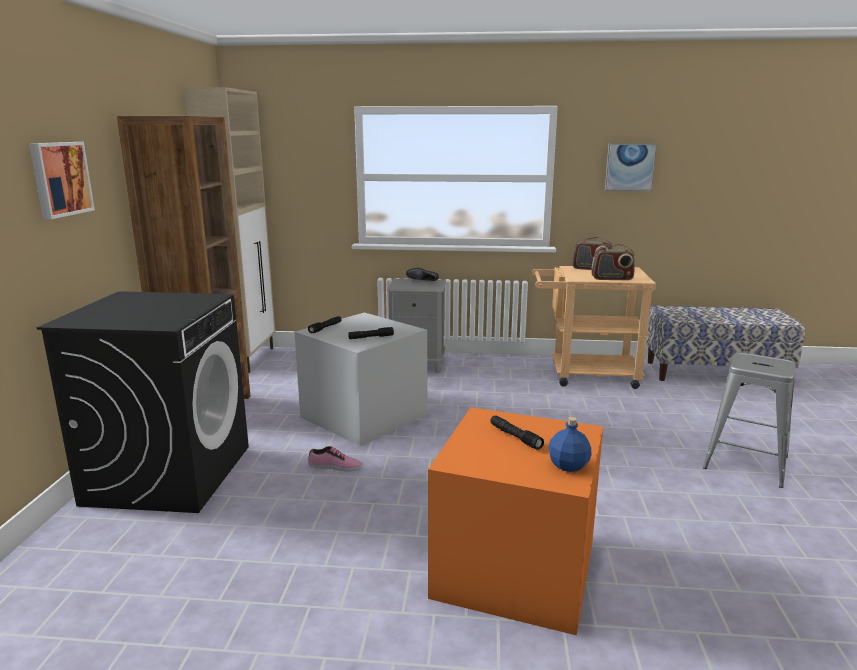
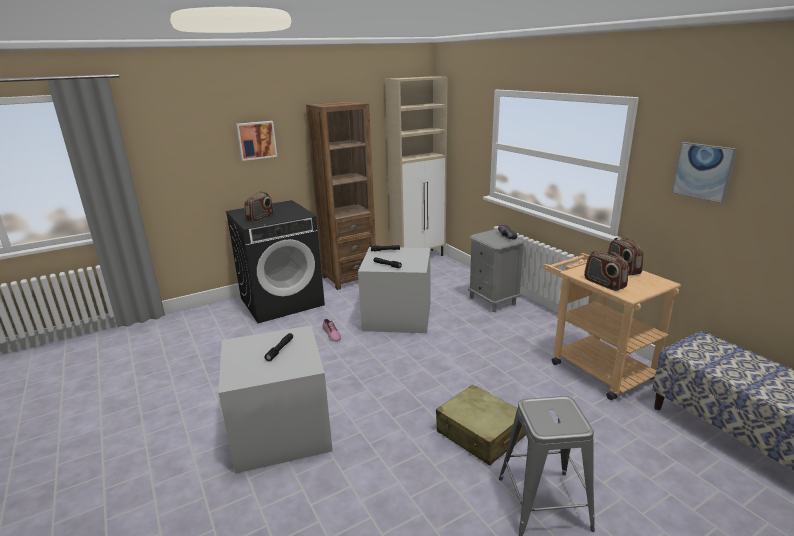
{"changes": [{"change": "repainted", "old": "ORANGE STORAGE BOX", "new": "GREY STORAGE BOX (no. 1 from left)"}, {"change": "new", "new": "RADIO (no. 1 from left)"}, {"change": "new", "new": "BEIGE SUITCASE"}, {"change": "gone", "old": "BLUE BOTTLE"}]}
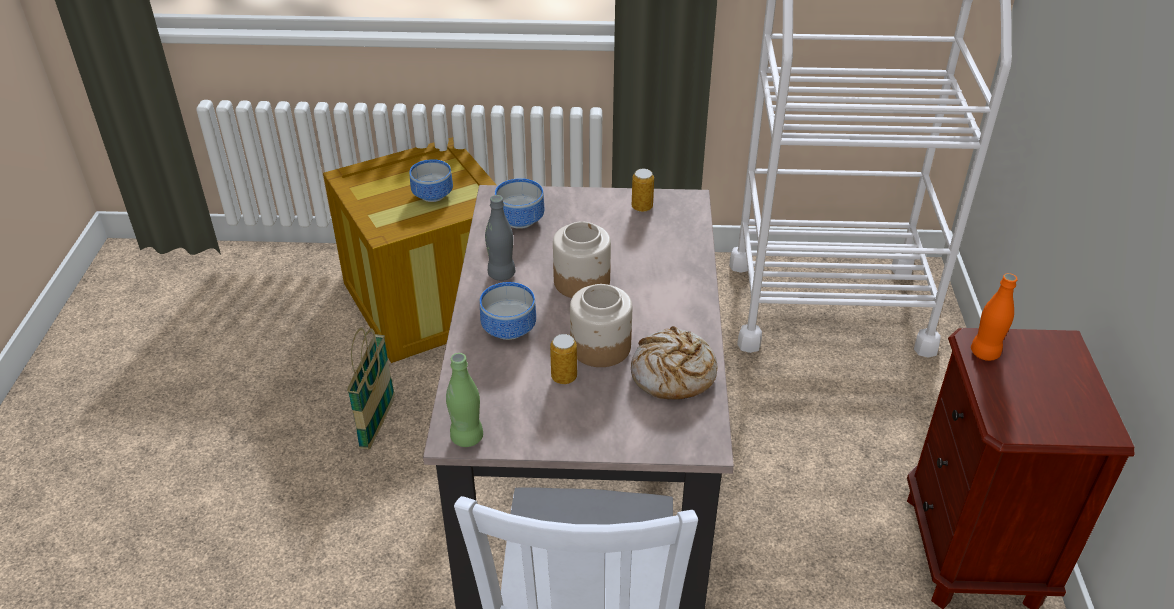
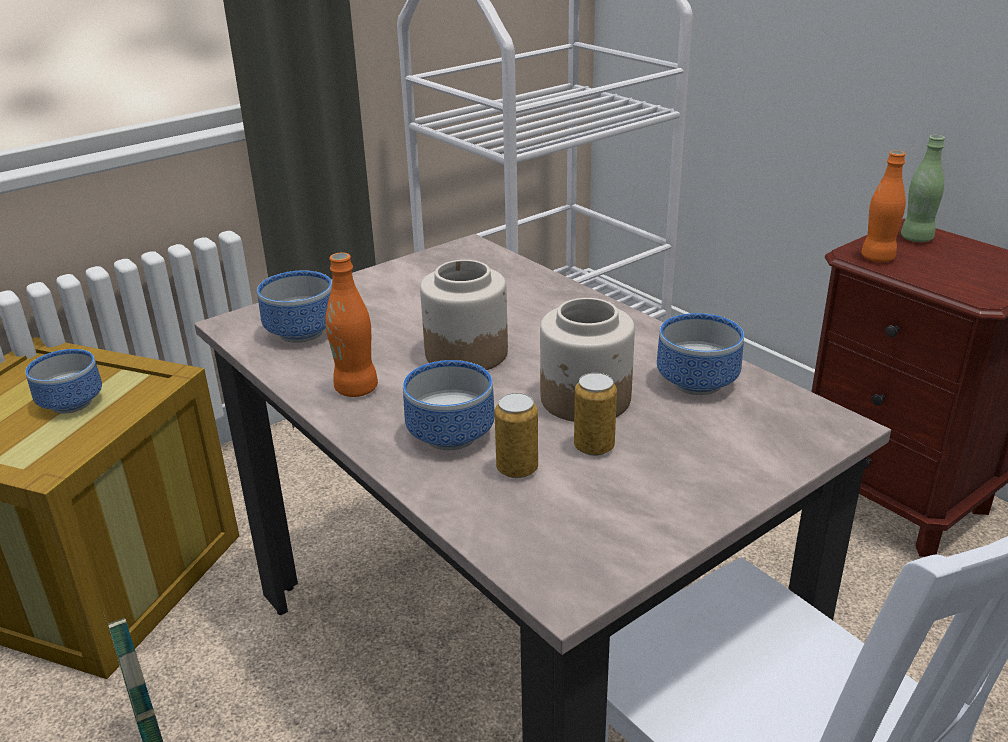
{"changes": [{"change": "repainted", "old": "GREY BOTTLE", "new": "ORANGE BOTTLE (no. 1 from left)"}, {"change": "shifted", "old": "CAN (no. 2 from left in the first image)", "new": "CAN (no. 1 from left)"}, {"change": "swapped", "old": "BREAD", "new": "BOWL (no. 4 from left)"}, {"change": "shifted", "old": "GREEN BOTTLE"}]}
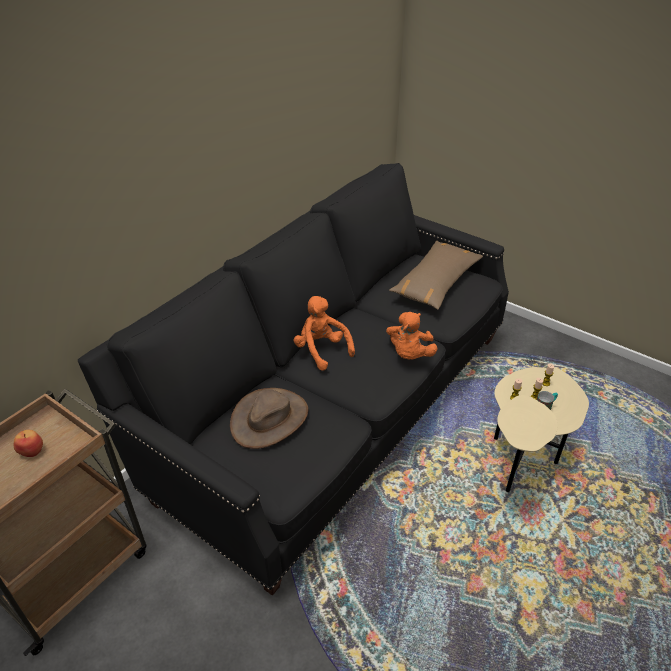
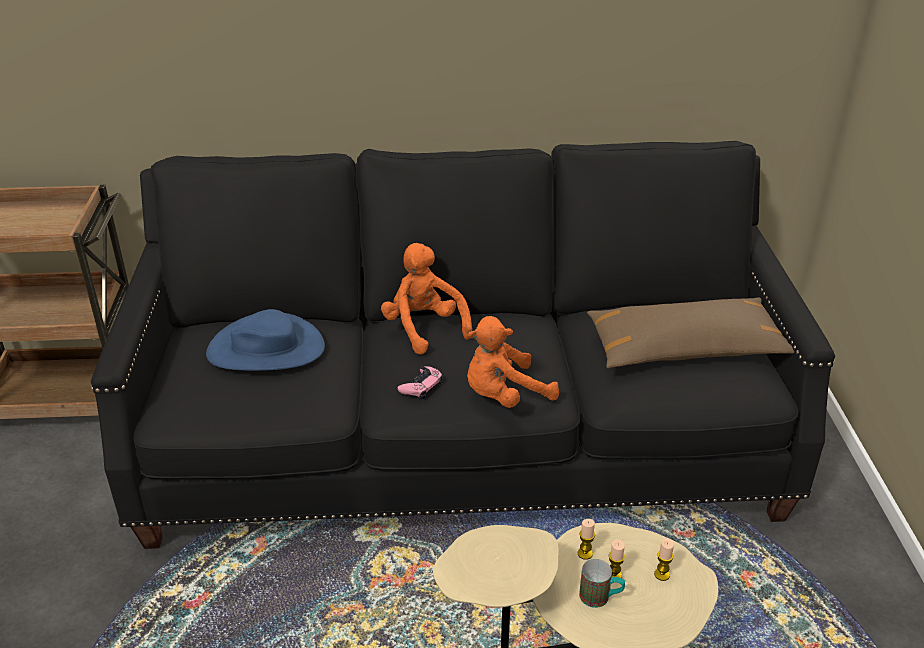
{"changes": [{"change": "repainted", "old": "BROWN HAT", "new": "BLUE HAT"}, {"change": "rotated", "old": "ORANGE PLUSH TOY (no. 1 from left)", "degrees": -45}, {"change": "new", "new": "PINK GAME CONTROLLER"}, {"change": "gone", "old": "APPLE"}]}
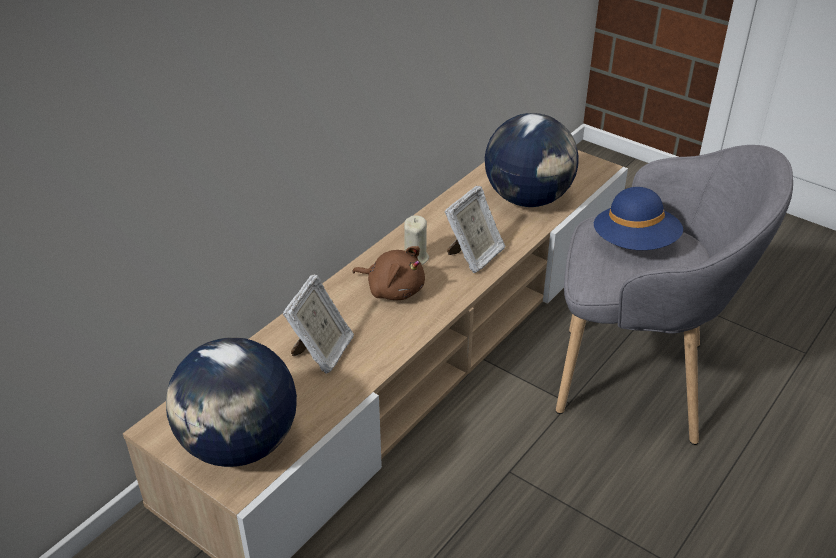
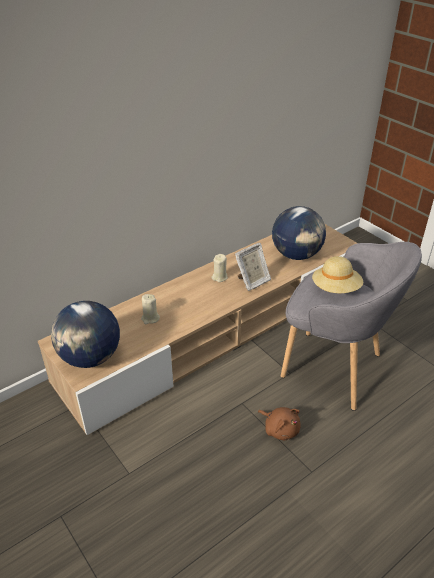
{"changes": [{"change": "swapped", "old": "PICTURE FRAME (no. 1 from left)", "new": "BEIGE CANDLE (no. 1 from left)"}, {"change": "shifted", "old": "BROWN PLUSH TOY"}, {"change": "repainted", "old": "BLUE HAT", "new": "BEIGE HAT"}]}
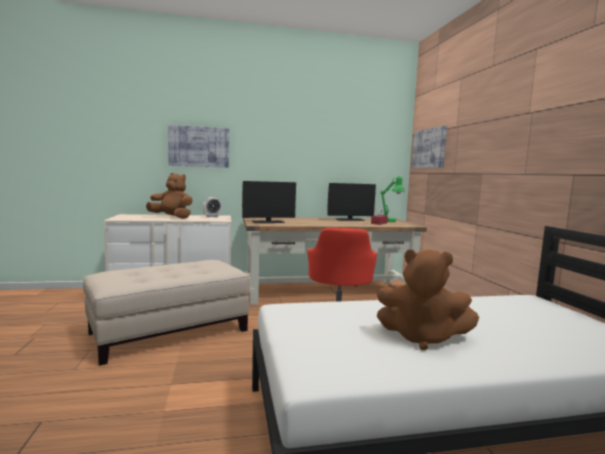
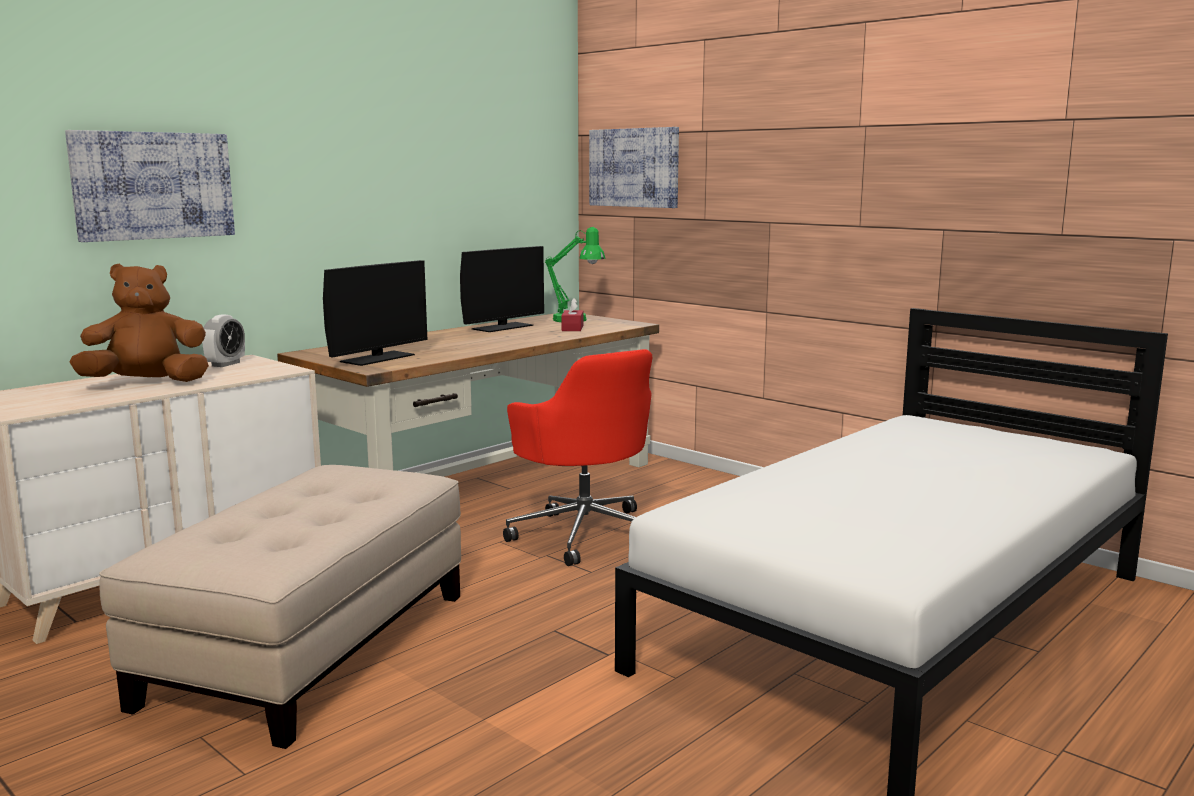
{"changes": [{"change": "gone", "old": "BROWN PLUSH TOY (no. 2 from left)"}]}
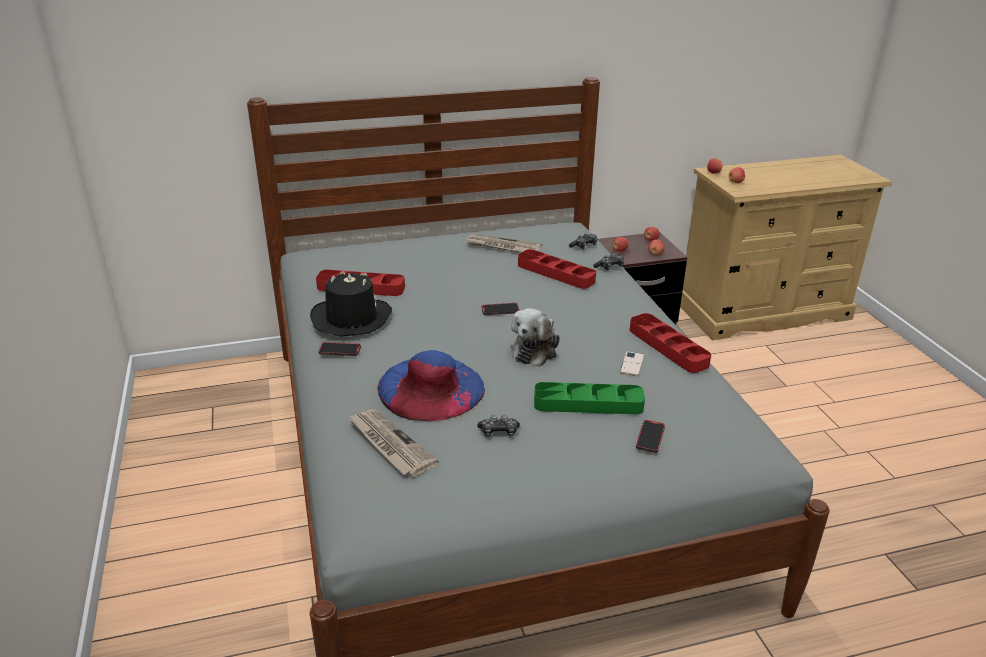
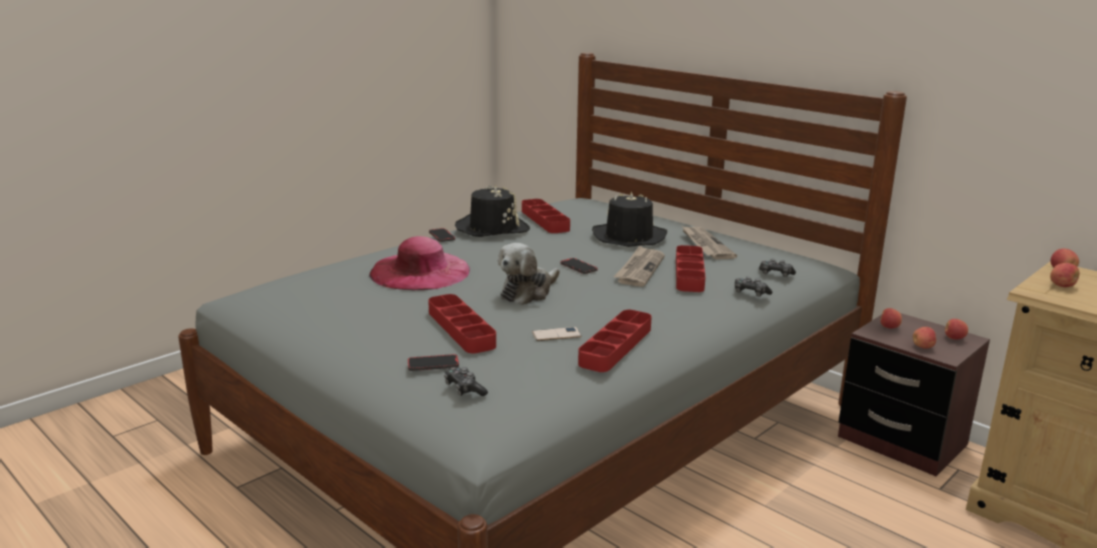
{"changes": [{"change": "repainted", "old": "BLUE HAT", "new": "PINK HAT"}, {"change": "repainted", "old": "GREEN TRAY", "new": "RED TRAY (no. 1 from left)"}, {"change": "shifted", "old": "GAME CONTROLLER (no. 1 from left)"}, {"change": "rotated", "old": "PLUSH TOY", "degrees": -45}, {"change": "new", "new": "BLACK HAT (no. 2 from left)"}, {"change": "shifted", "old": "NEWSPAPER (no. 1 from left)"}]}
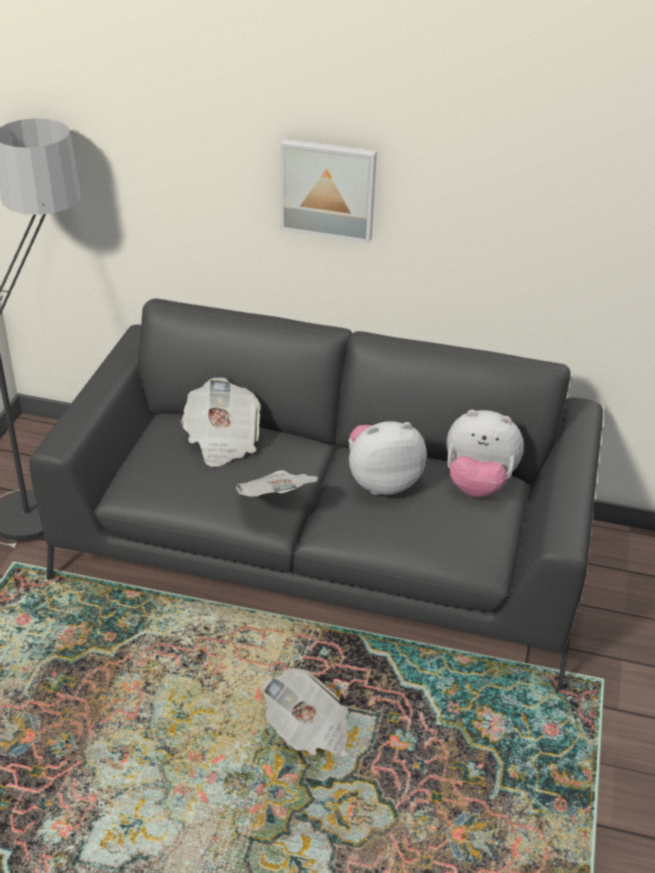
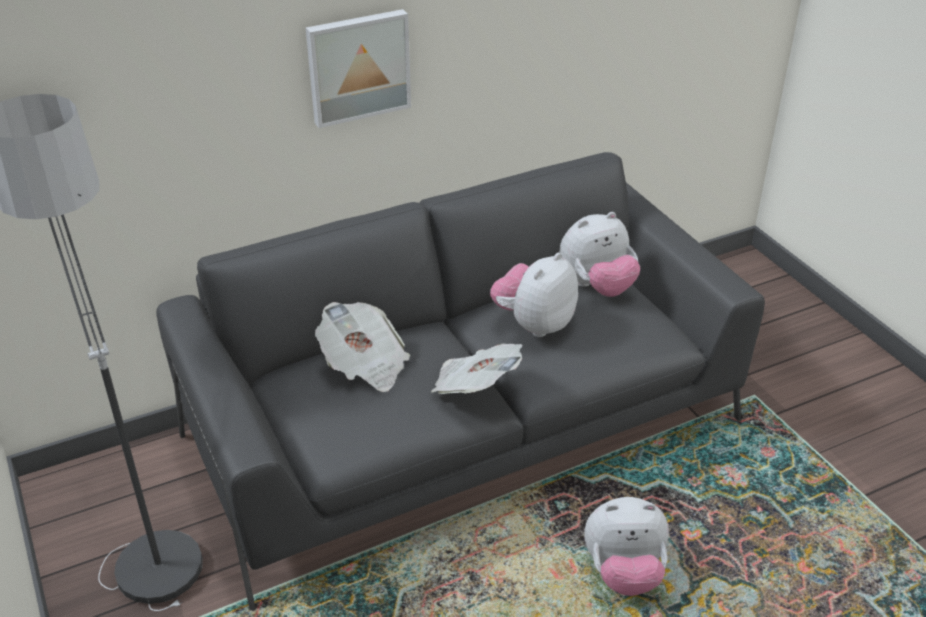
{"changes": [{"change": "swapped", "old": "NEWSPAPER (no. 3 from left)", "new": "PLUSH TOY (no. 3 from left)"}]}
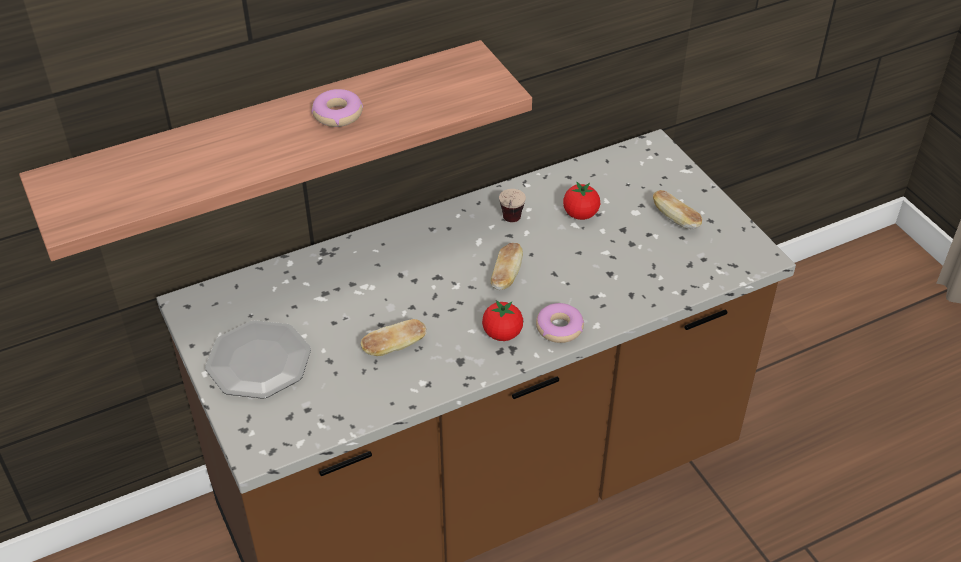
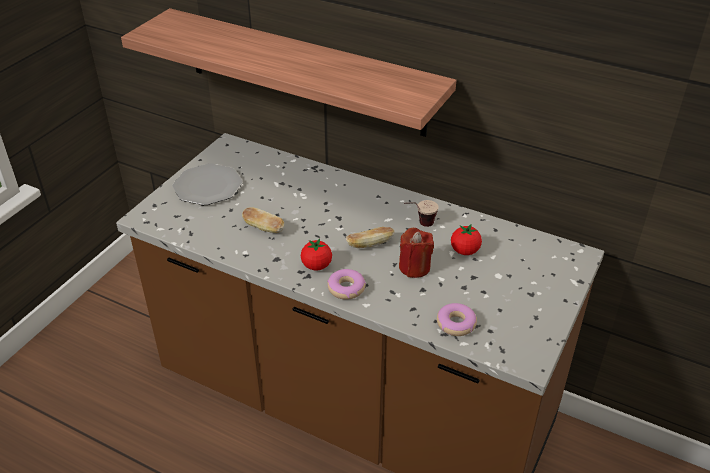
{"changes": [{"change": "new", "new": "RED CANDLE"}, {"change": "shifted", "old": "DONUT (no. 1 from left in the first image)", "new": "DONUT (no. 2 from left)"}, {"change": "gone", "old": "BREAD (no. 3 from left)"}]}
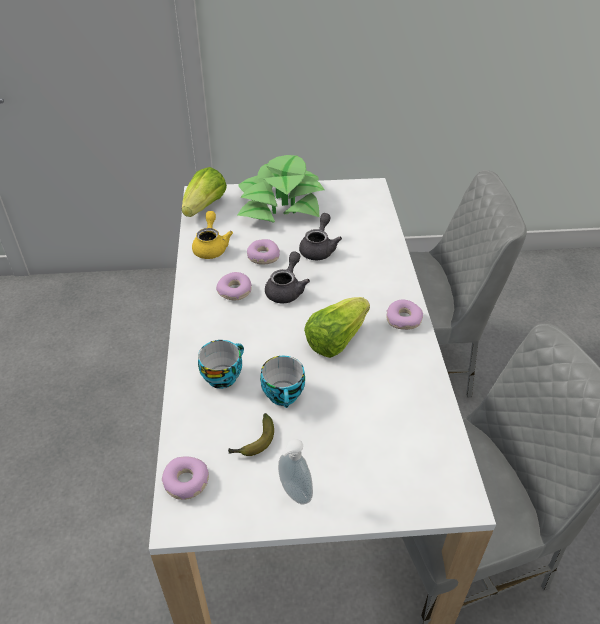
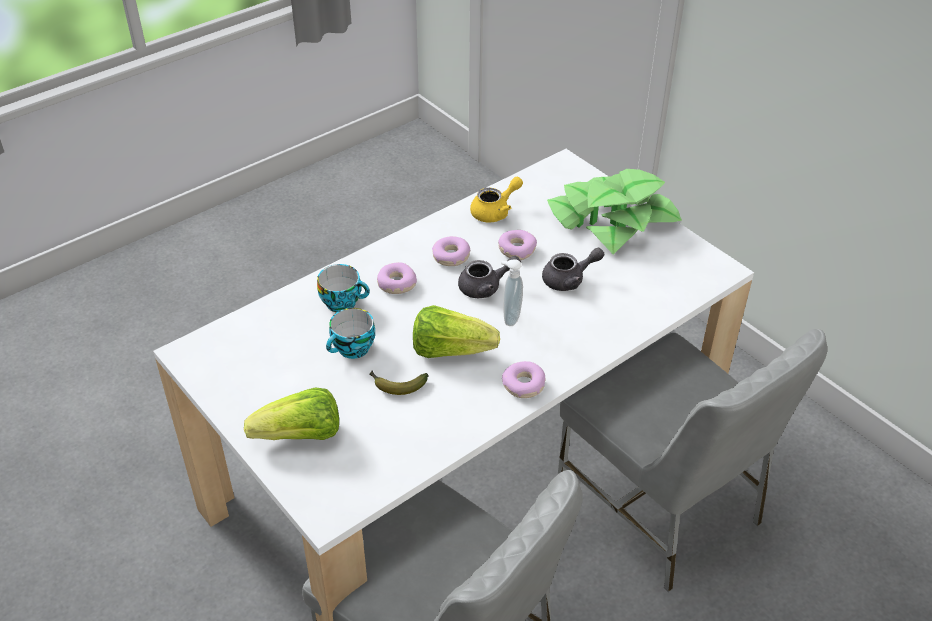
{"changes": [{"change": "shifted", "old": "LETTUCE (no. 1 from left)"}, {"change": "shifted", "old": "BANANA"}, {"change": "shifted", "old": "DONUT (no. 1 from left)"}, {"change": "shifted", "old": "SOAP DISPENSER"}]}
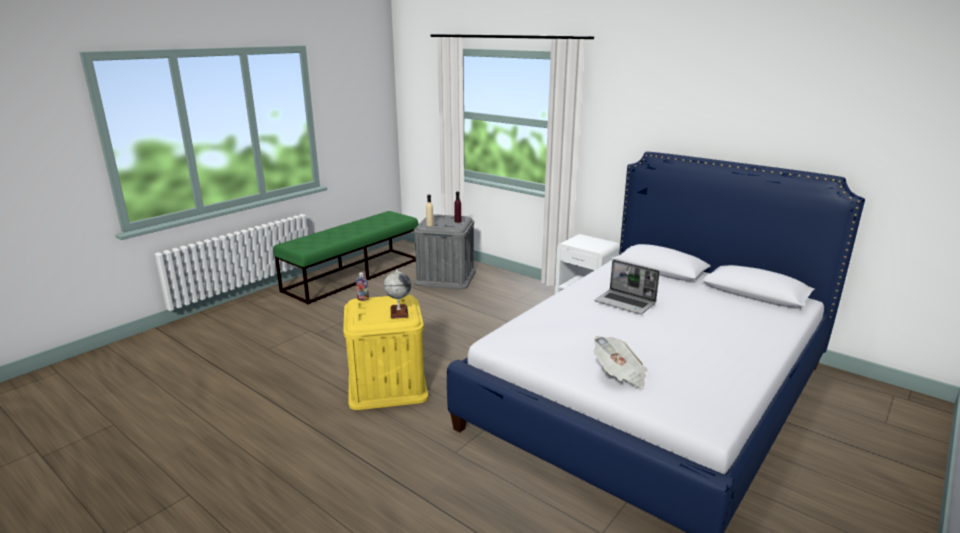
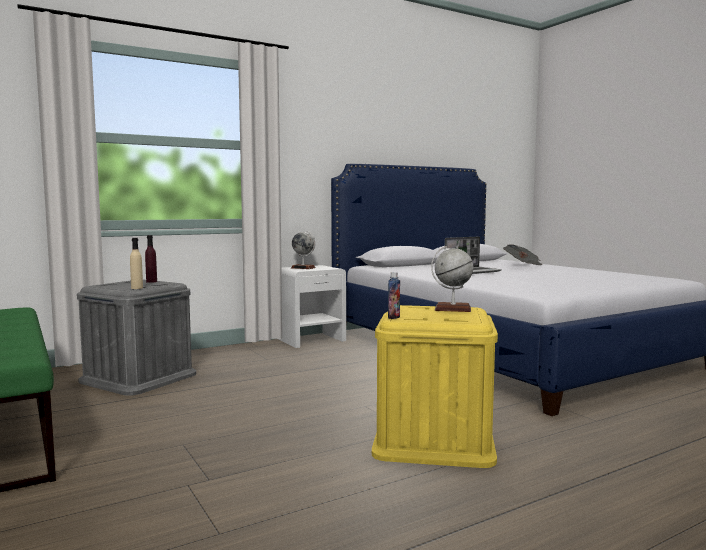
{"changes": [{"change": "new", "new": "GLOBE (no. 1 from left)"}, {"change": "shifted", "old": "NEWSPAPER"}]}
